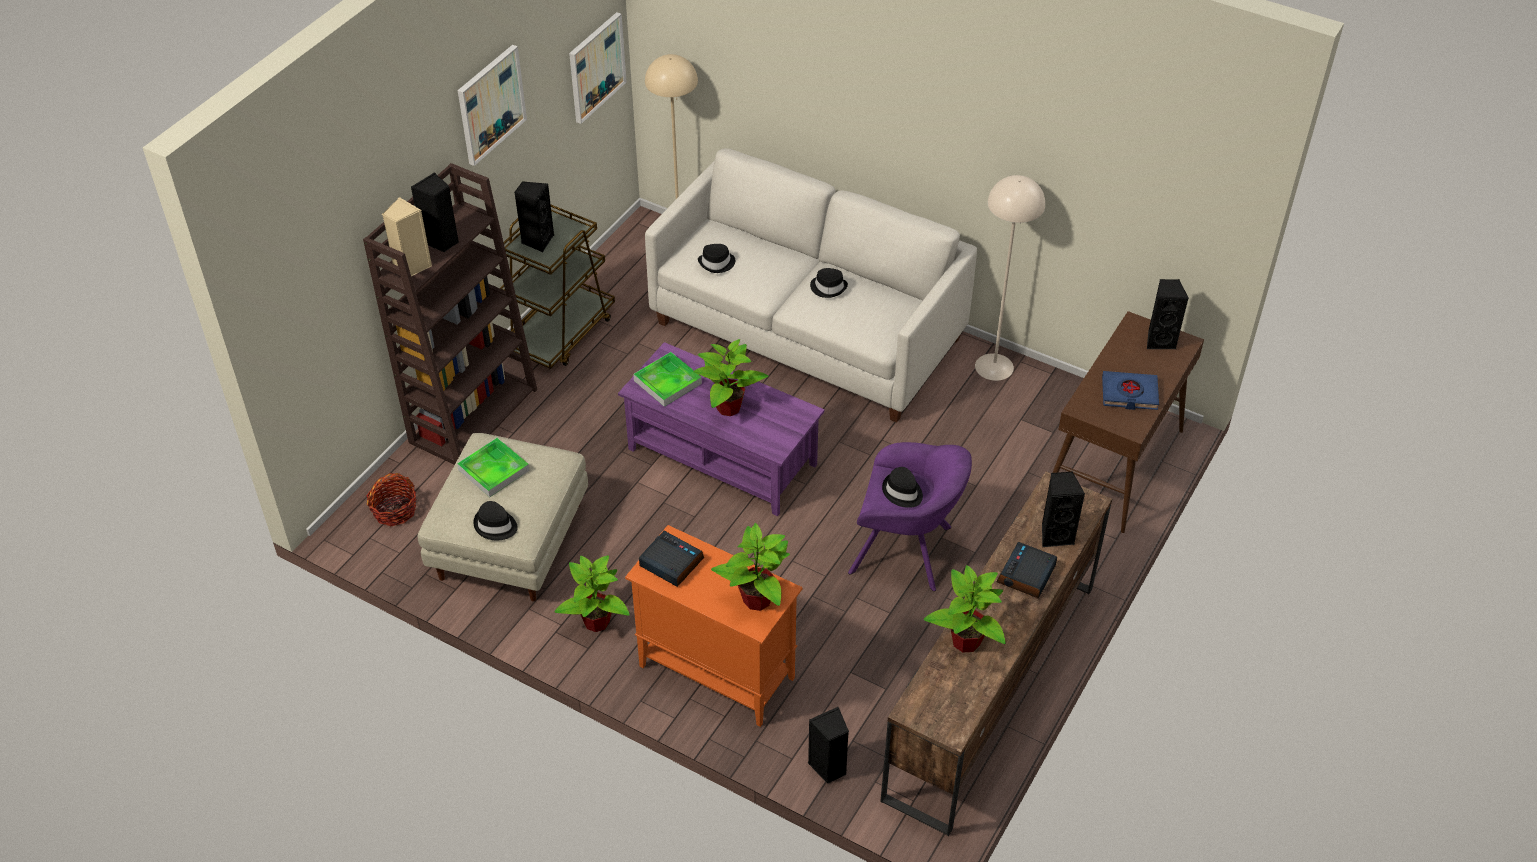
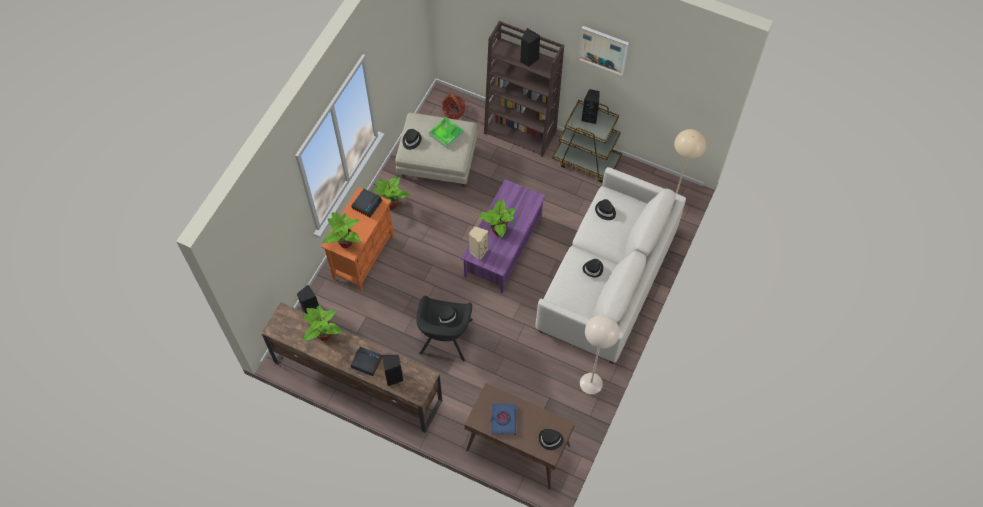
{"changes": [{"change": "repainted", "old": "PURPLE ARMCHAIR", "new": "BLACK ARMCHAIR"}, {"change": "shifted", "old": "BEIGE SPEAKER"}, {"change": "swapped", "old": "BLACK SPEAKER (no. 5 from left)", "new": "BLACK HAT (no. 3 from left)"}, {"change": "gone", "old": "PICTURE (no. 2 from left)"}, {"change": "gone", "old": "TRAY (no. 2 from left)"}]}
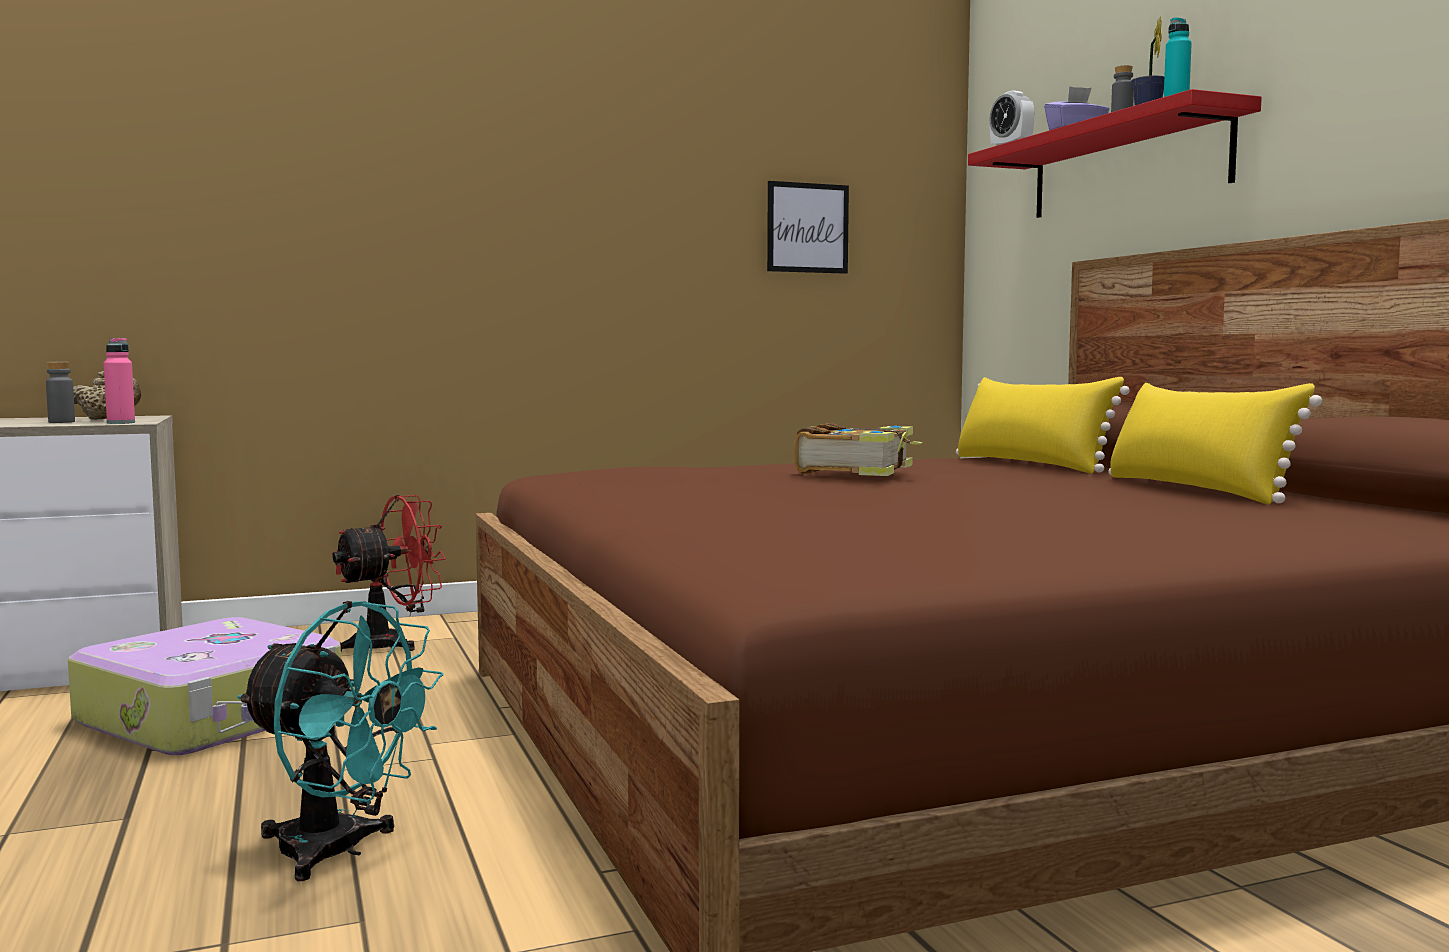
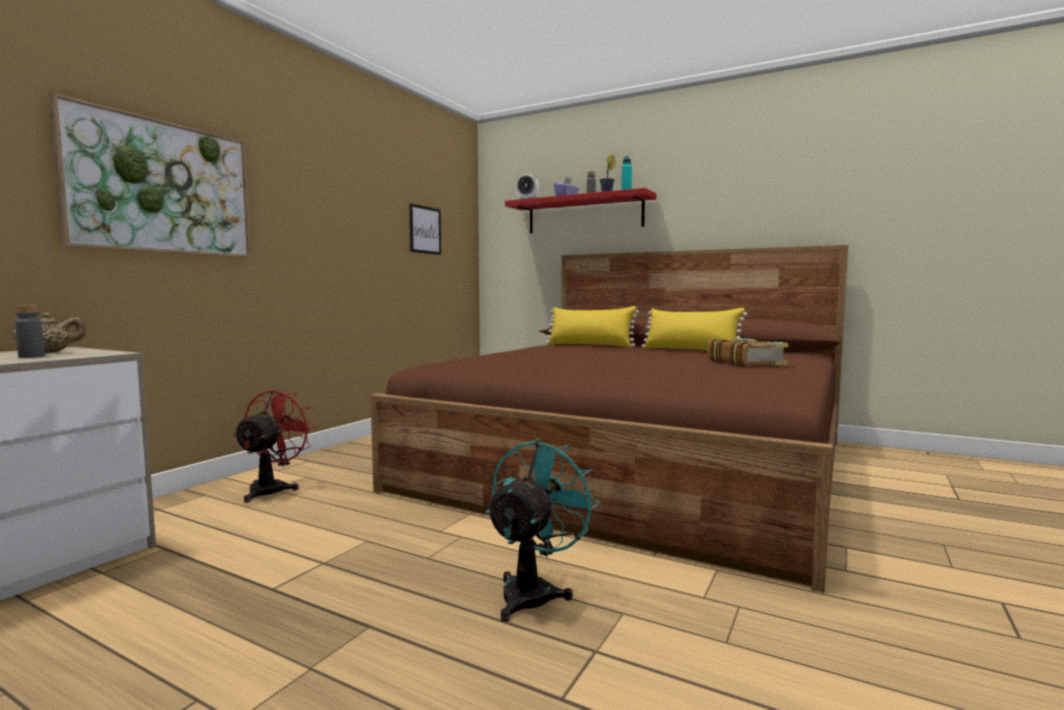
{"changes": [{"change": "new", "new": "PICTURE (no. 1 from left)"}, {"change": "rotated", "old": "TURQUOISE FAN", "degrees": -45}, {"change": "shifted", "old": "BOOK"}, {"change": "gone", "old": "SUITCASE"}, {"change": "gone", "old": "PINK BOTTLE"}]}
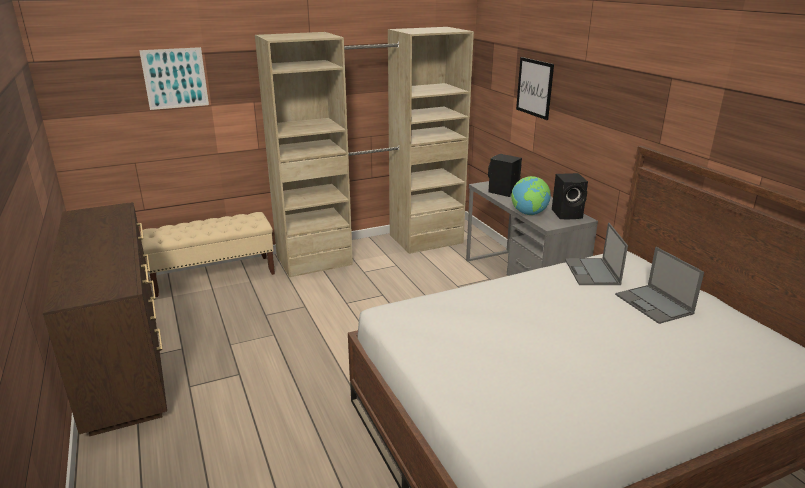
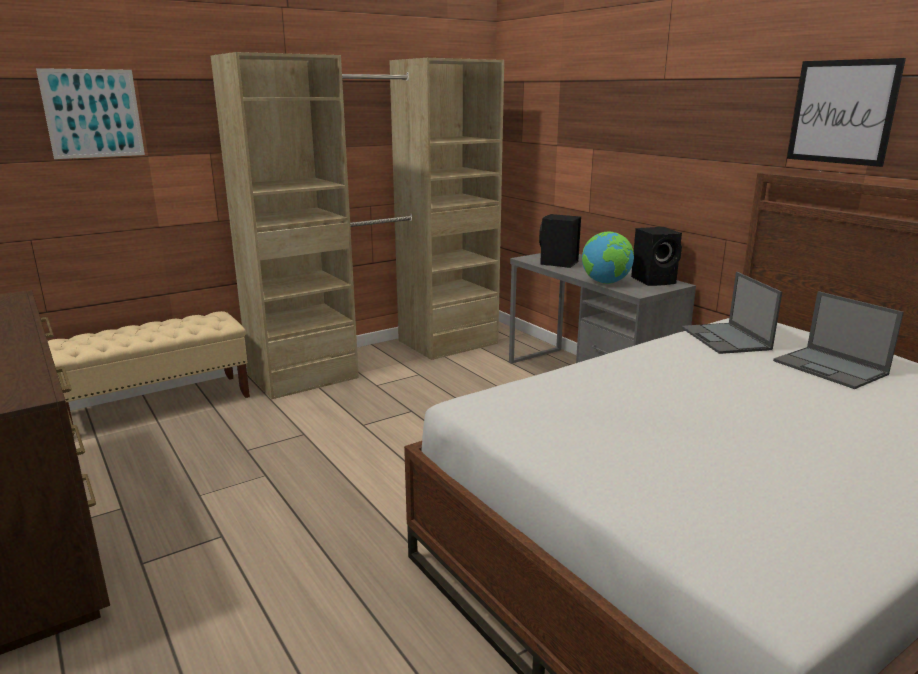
{"changes": [{"change": "shifted", "old": "PICTURE (no. 2 from left)"}]}
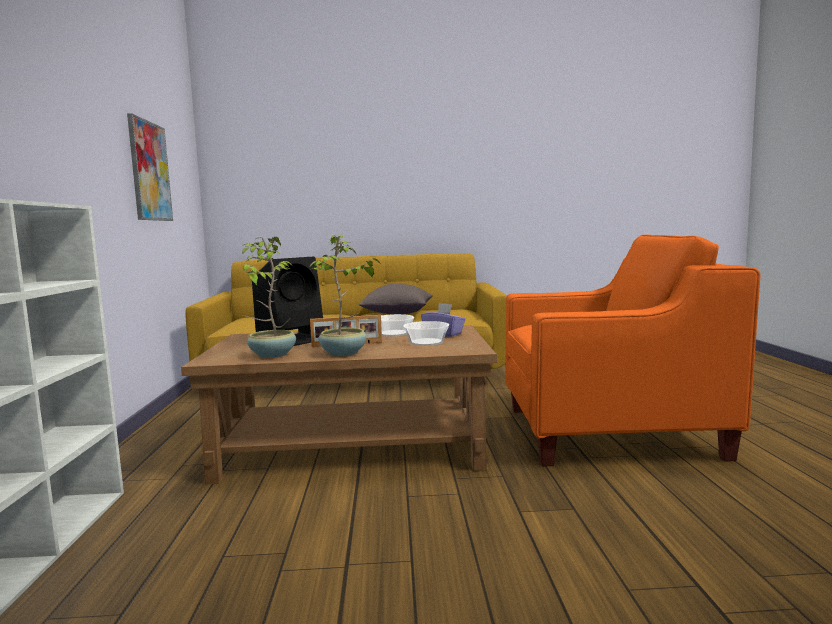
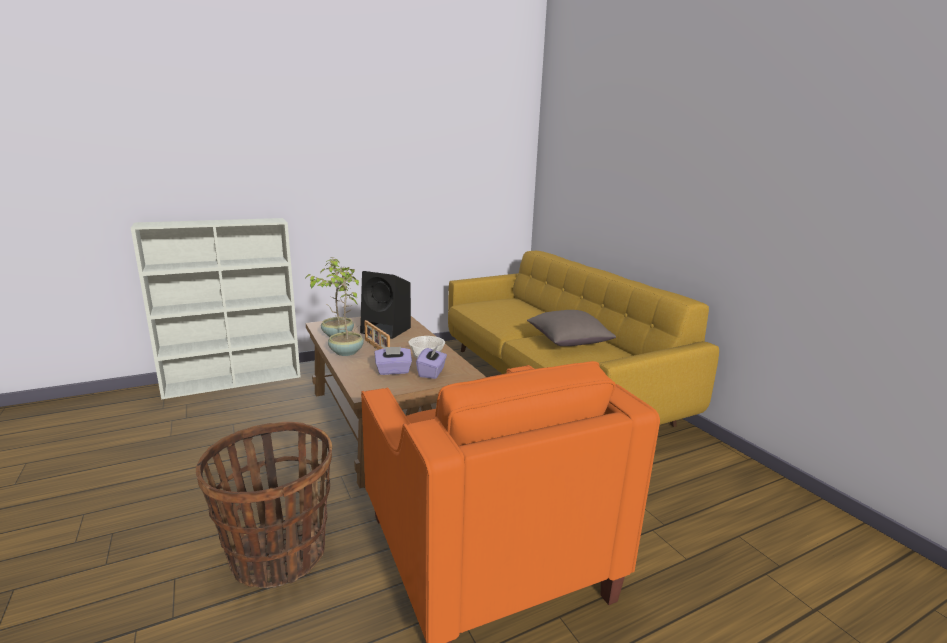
{"changes": [{"change": "new", "new": "BASKET"}, {"change": "swapped", "old": "BOWL (no. 2 from left)", "new": "PURPLE TISSUE BOX (no. 1 from left)"}, {"change": "gone", "old": "PICTURE"}]}
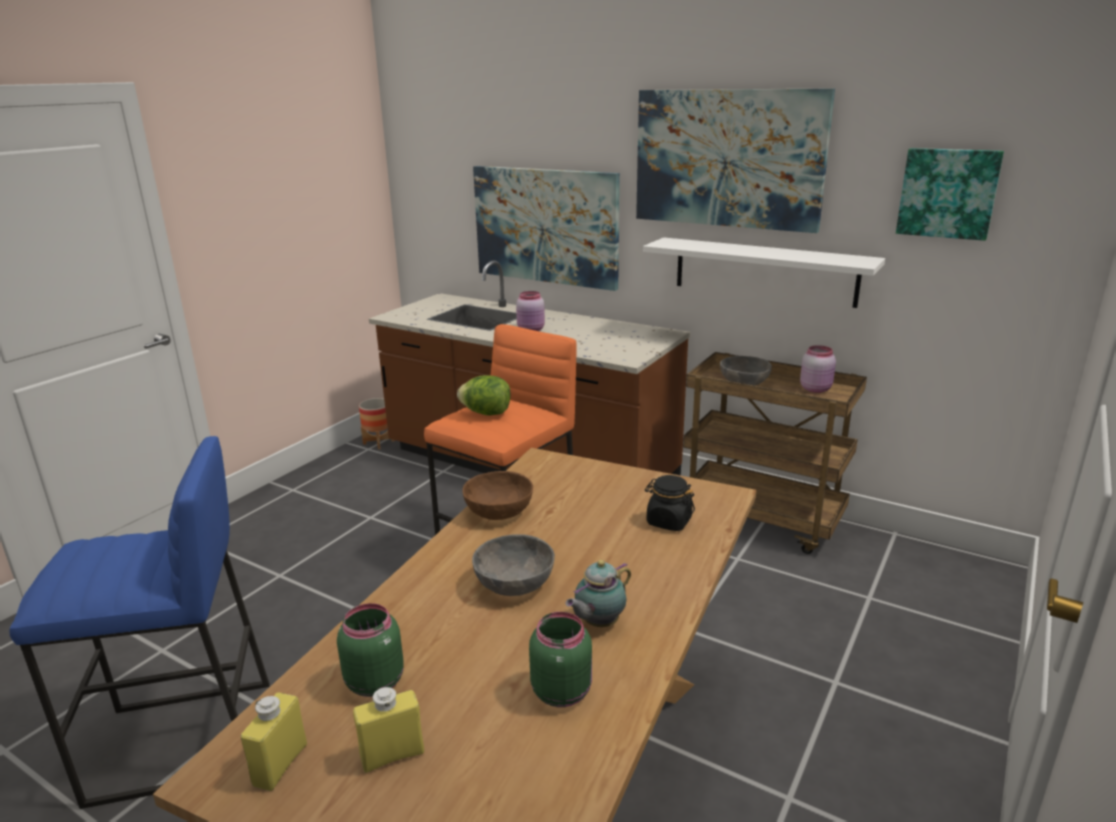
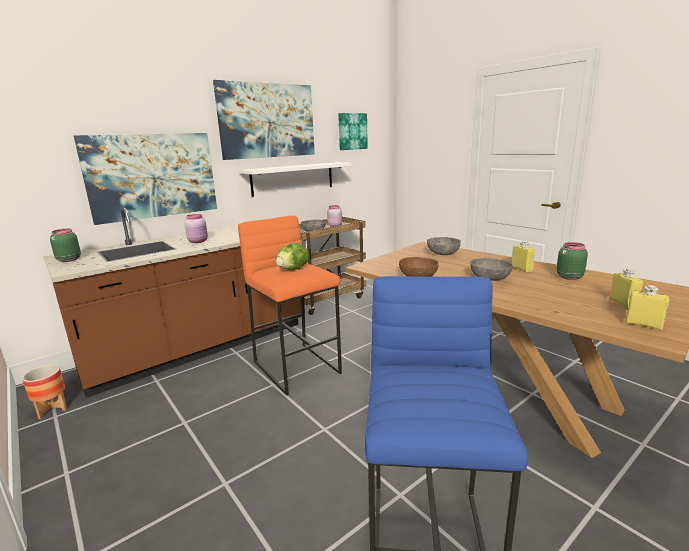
{"changes": [{"change": "shifted", "old": "GREEN JAR (no. 1 from left)"}, {"change": "swapped", "old": "BLACK JAR", "new": "GREY BOWL (no. 2 from left)"}, {"change": "swapped", "old": "TEAPOT", "new": "YELLOW BOTTLE (no. 1 from left)"}]}
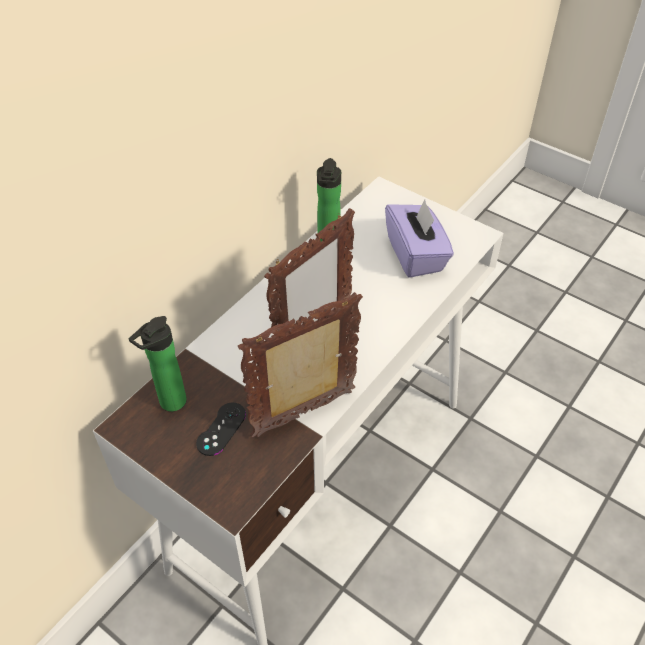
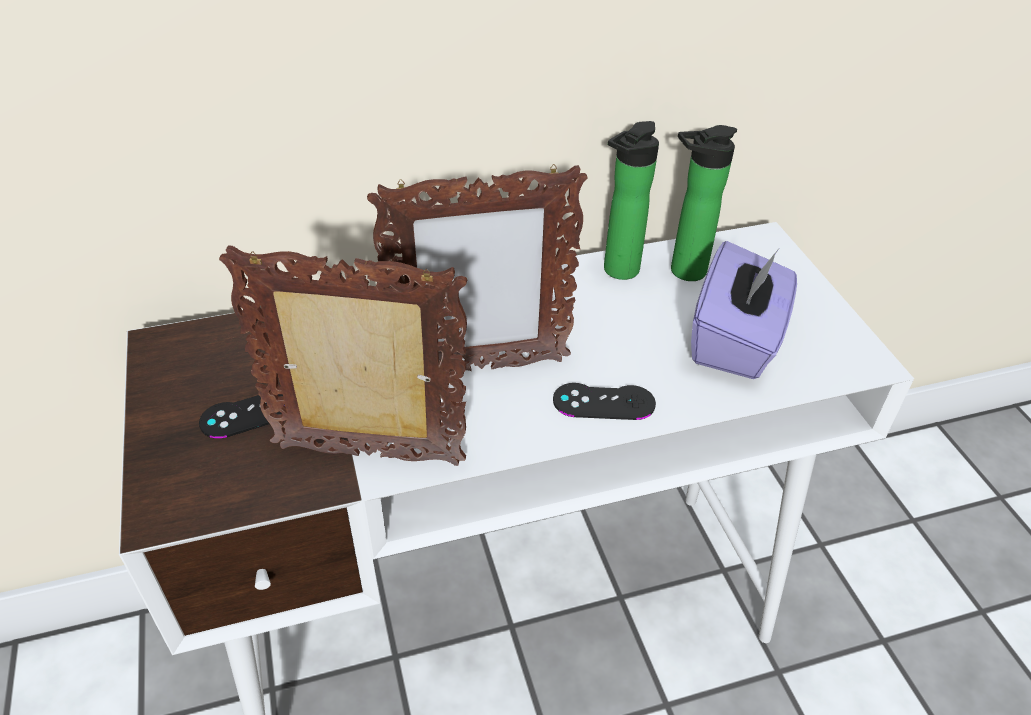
{"changes": [{"change": "new", "new": "BLACK GAME CONTROLLER (no. 2 from left)"}, {"change": "shifted", "old": "BOTTLE (no. 1 from left in the first image)", "new": "BOTTLE (no. 2 from left)"}]}
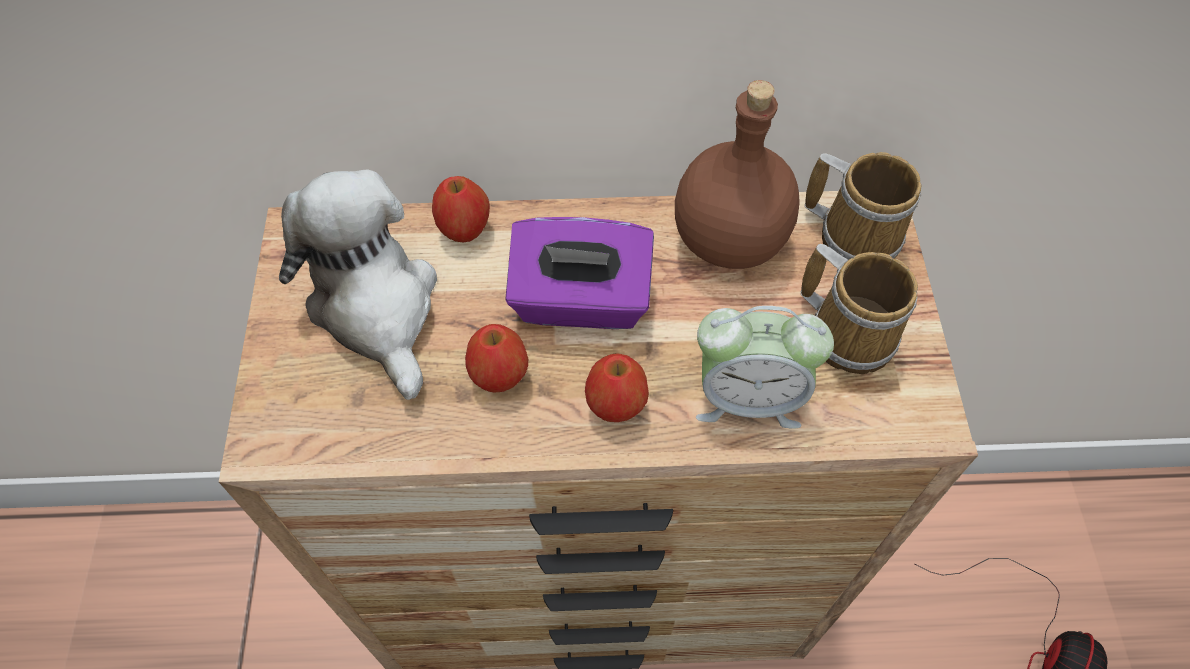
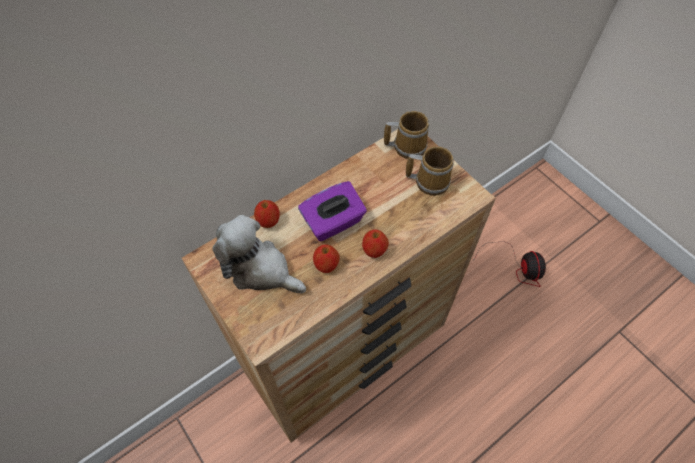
{"changes": [{"change": "gone", "old": "BROWN BOTTLE"}, {"change": "gone", "old": "ALARM CLOCK"}]}
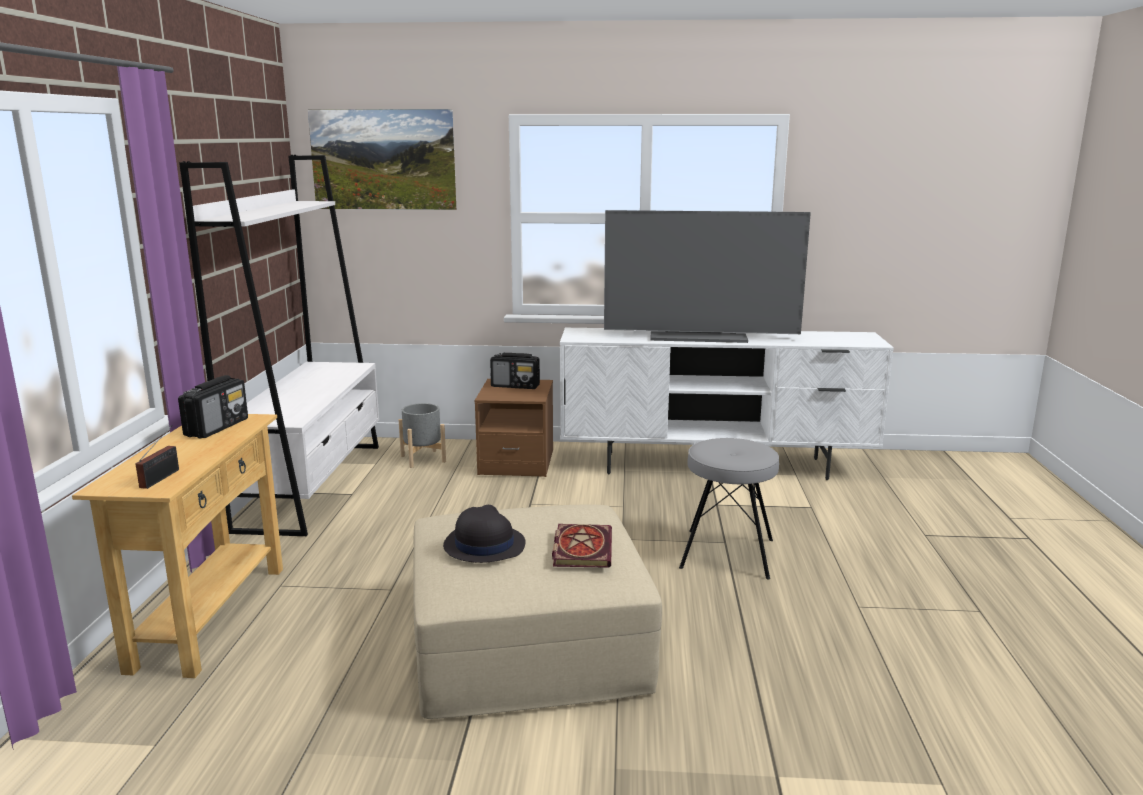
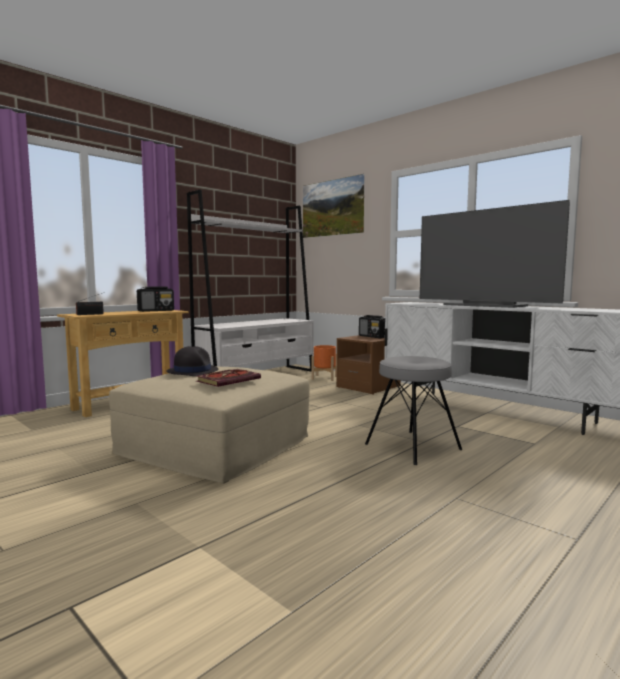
{"changes": [{"change": "repainted", "old": "GREY PLANTER", "new": "ORANGE PLANTER"}]}
